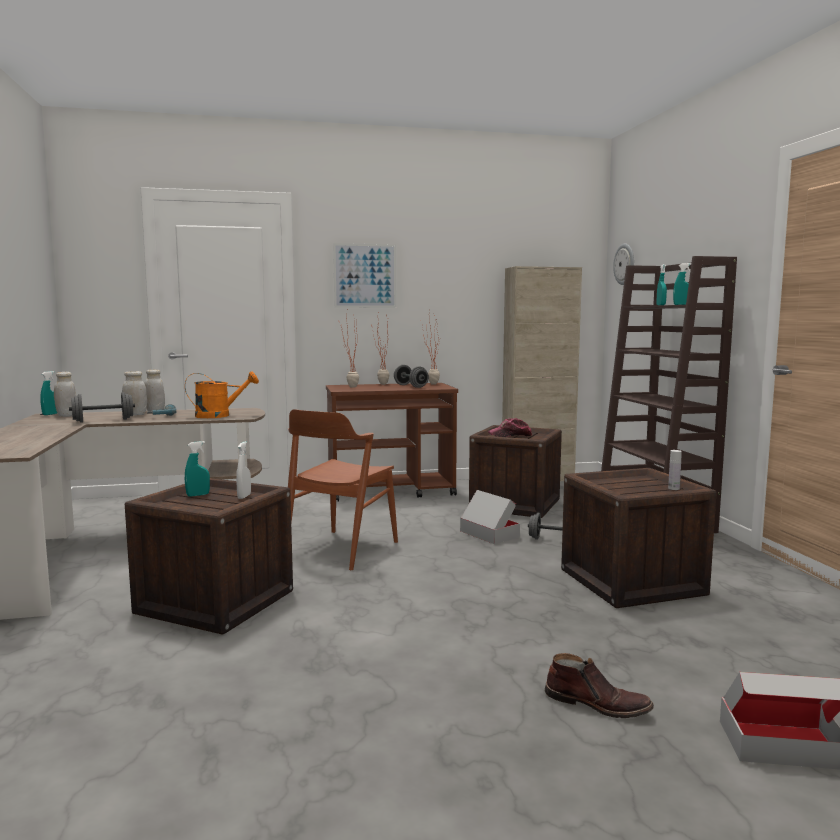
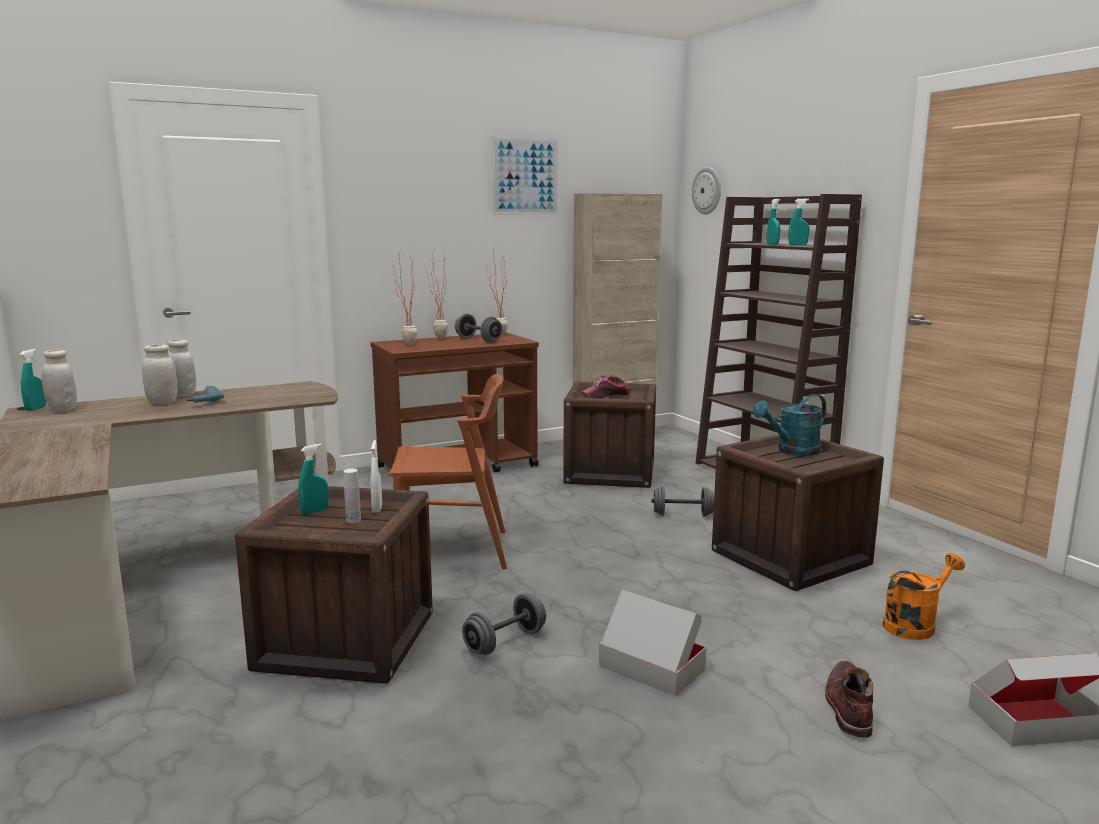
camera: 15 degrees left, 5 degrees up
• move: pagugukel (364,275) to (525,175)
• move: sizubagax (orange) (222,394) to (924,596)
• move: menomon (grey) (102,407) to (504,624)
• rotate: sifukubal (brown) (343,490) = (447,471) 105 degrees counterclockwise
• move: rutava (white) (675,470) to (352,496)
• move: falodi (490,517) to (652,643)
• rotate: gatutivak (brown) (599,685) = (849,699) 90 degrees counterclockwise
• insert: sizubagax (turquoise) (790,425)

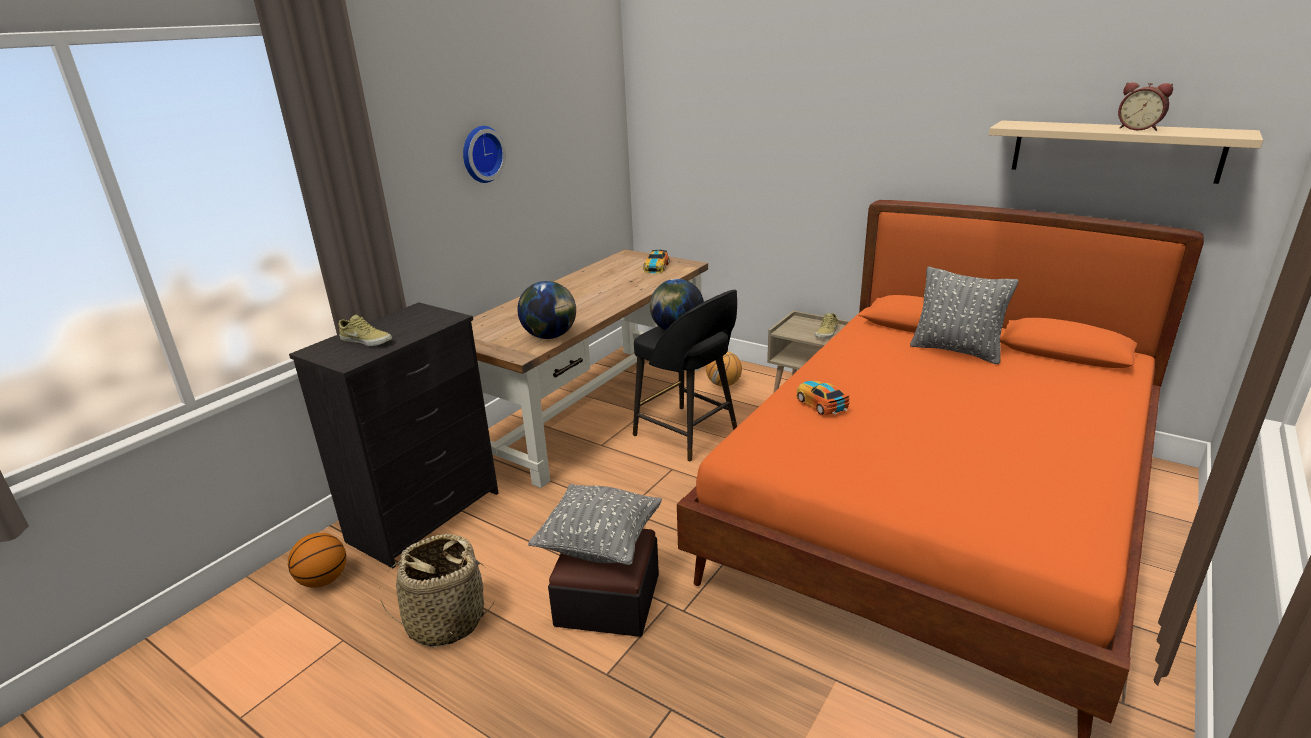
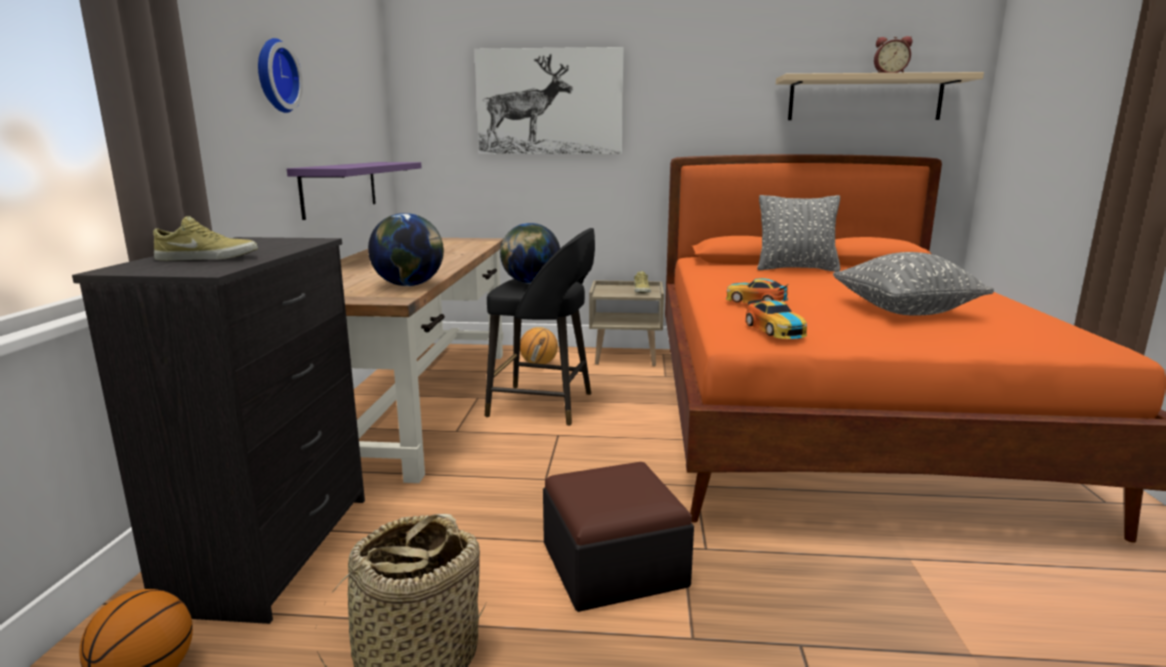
camera: 30 degrees left, 10 degrees down
• move: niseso (656,261) to (776,319)
• move: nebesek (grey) (595,524) to (913,284)
• insert: pagugukel (549,100)
• insert: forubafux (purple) (354,191)

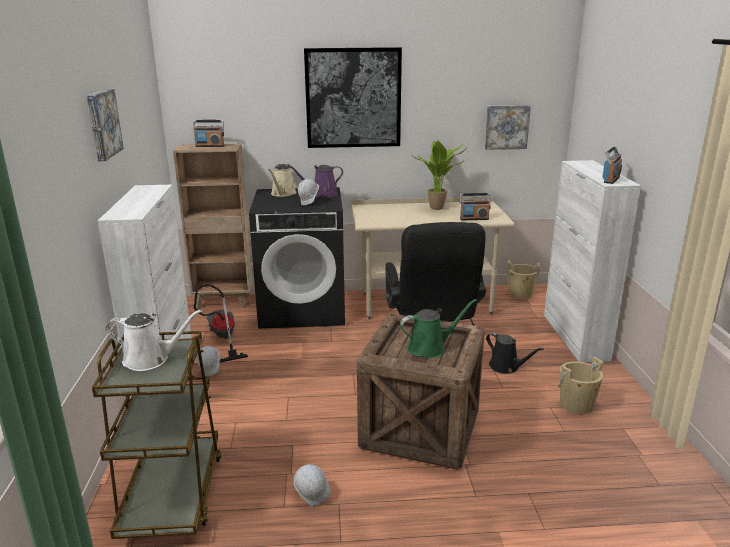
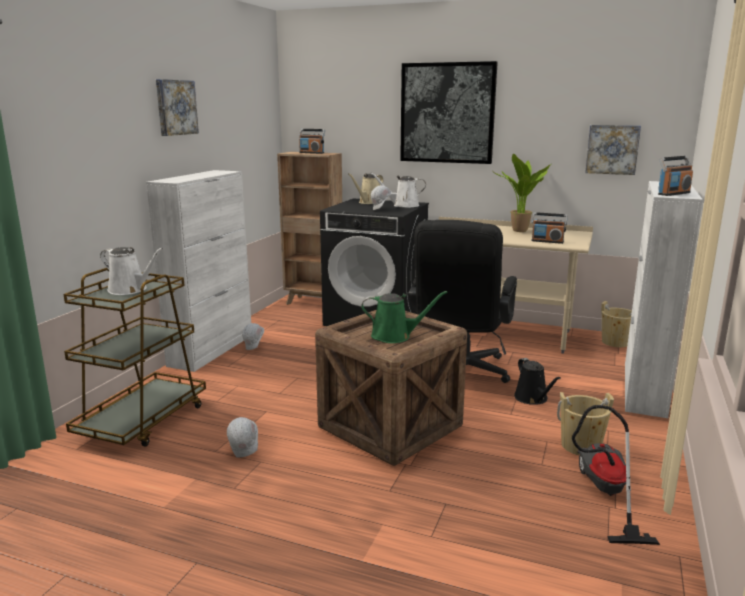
camera: 25 degrees right, 5 degrees down
• recolor: sizubagax (purple) (315,181) to sizubagax (white) (398,190)
• move: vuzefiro (221,323) to (616,475)

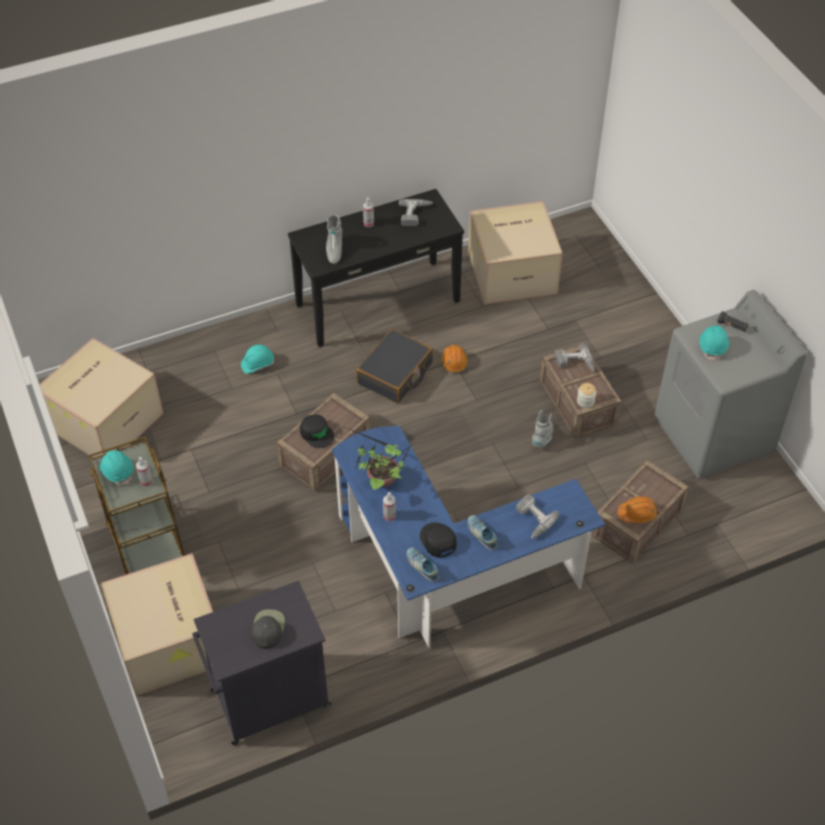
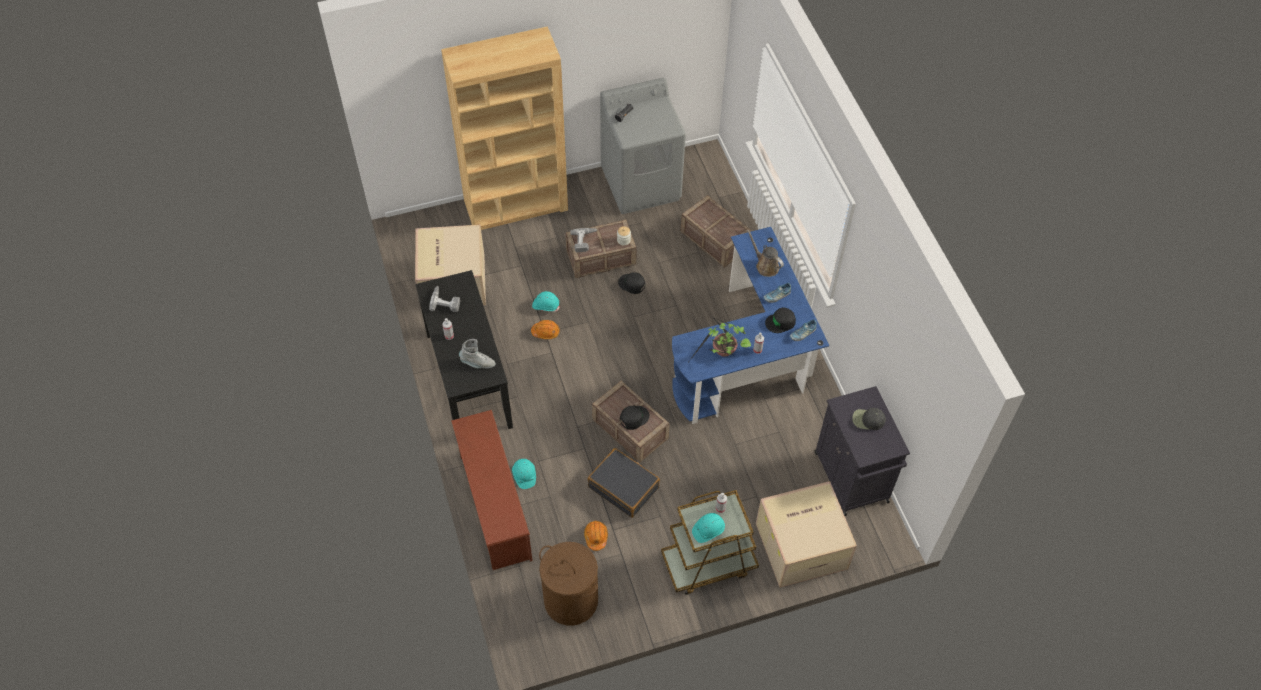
camera: 85 degrees left, 5 degrees up
• move: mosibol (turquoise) (714,344) to (546,301)
• move: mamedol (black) (394,366) to (624,483)
• replace: falodi (102,398) to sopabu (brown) (568,584)
• replace: gatutivak (grey) (542,429) to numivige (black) (631,283)
• replace: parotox (537,516) to sizubagax (brown) (765,253)
• move: mosibol (orange) (637,509) to (596,536)
• insert: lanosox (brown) (504,128)
• insert: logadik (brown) (491,490)

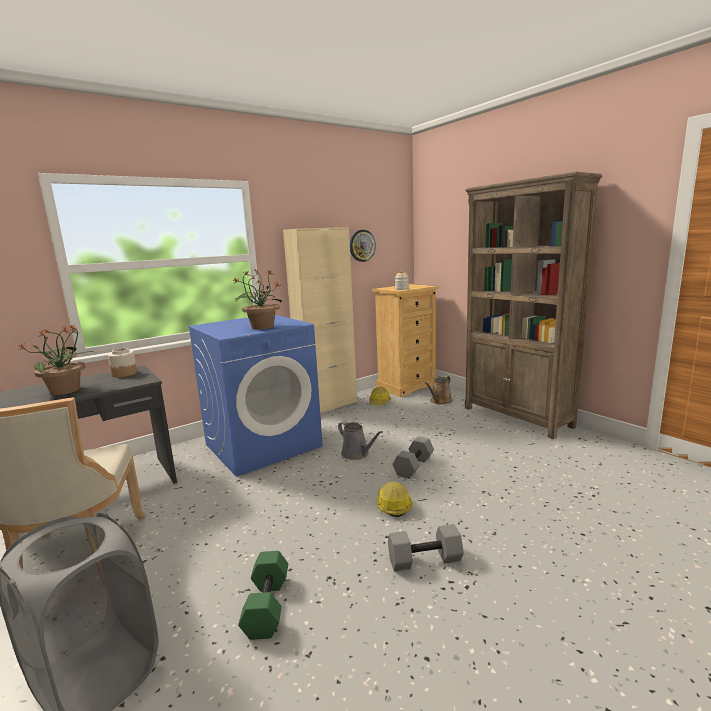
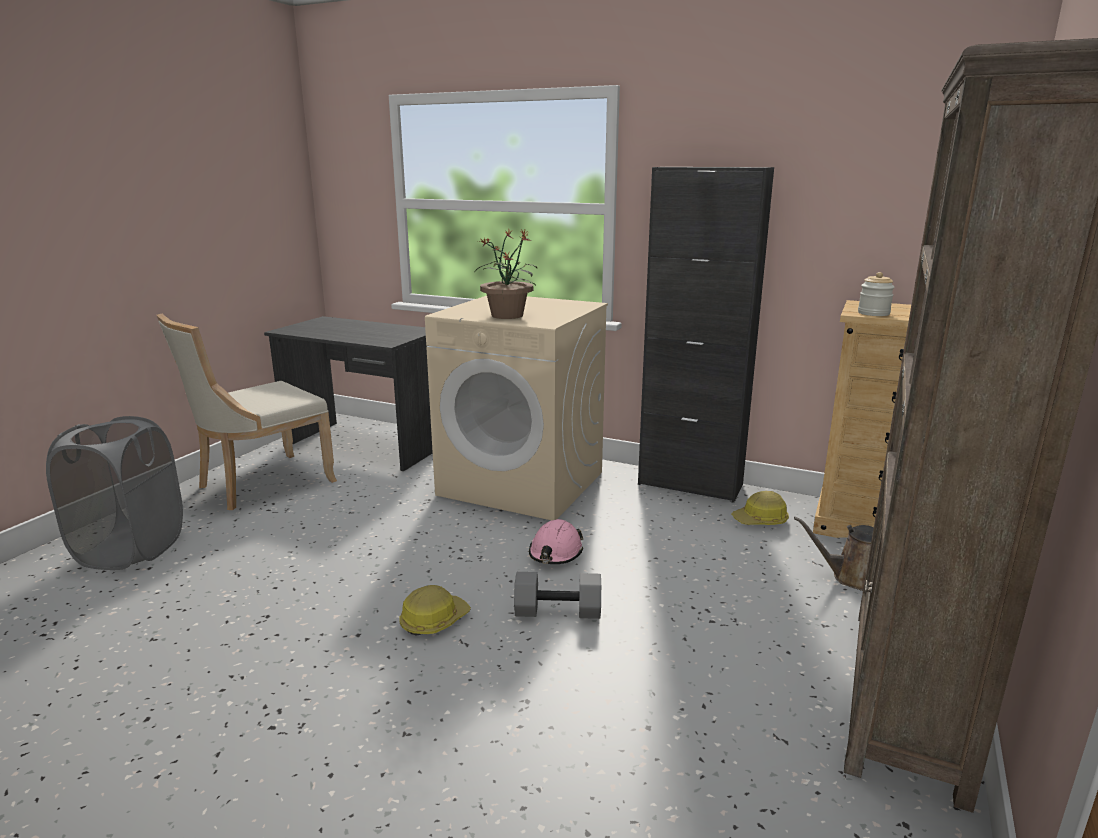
camera: 60 degrees right, 5 degrees up
• recolor: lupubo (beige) (320,320) to lupubo (black) (706,334)
• delete: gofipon (363,246)
• recolor: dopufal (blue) (255,396) to dopufal (beige) (516,408)
• delete: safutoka (57,359)
• delete: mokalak (122,362)
• replace: sizubagax (grey) (360,440) to mosibol (pink) (556,541)
• delete: menomon (grey) (426,548)
• delete: menomon (green) (263,595)

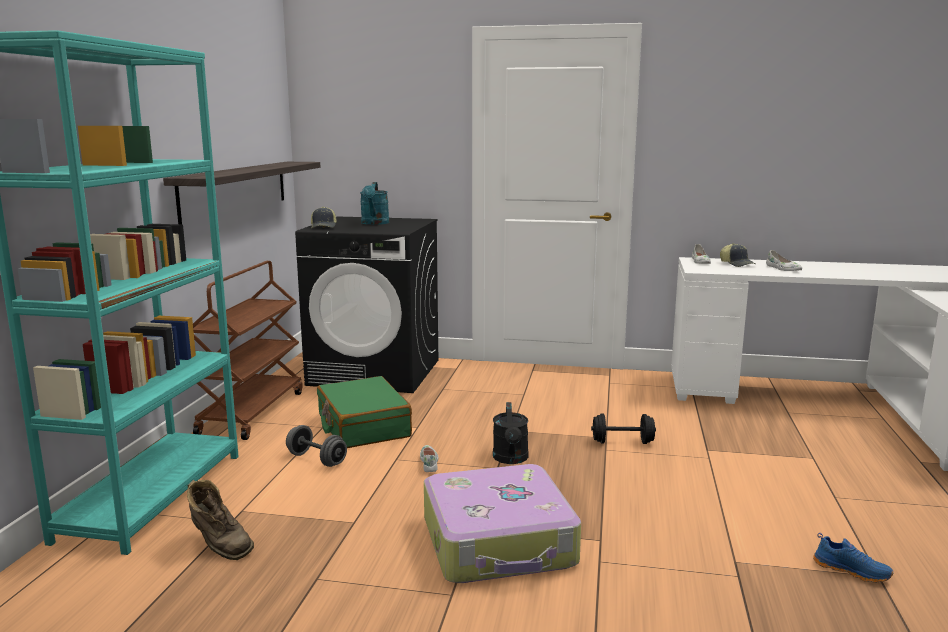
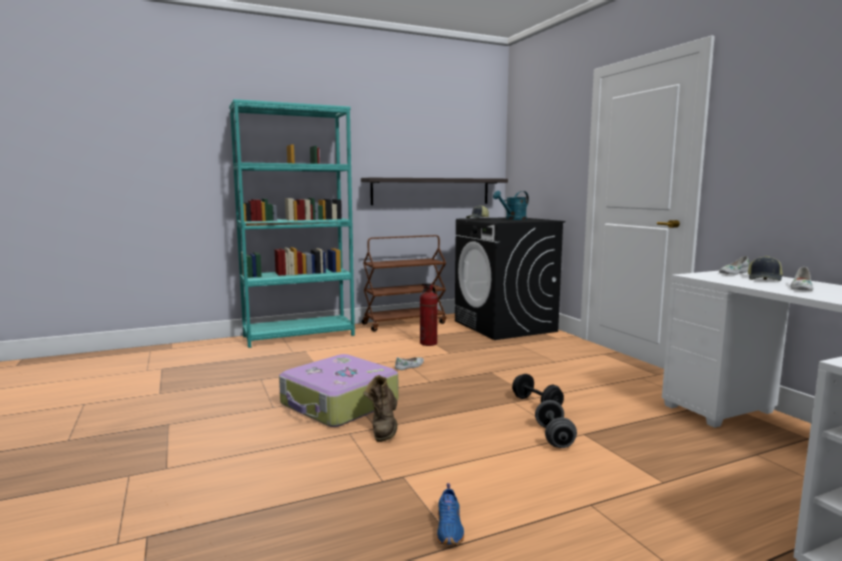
camera: 55 degrees right, 5 degrees down
• replace: mamedol (green) (364,412) to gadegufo (429,315)
• delete: sizubagax (black) (510,433)
• move: menomon (grey) (316,446) to (556,424)
• move: gatutivak (brown) (220,520) to (380,408)

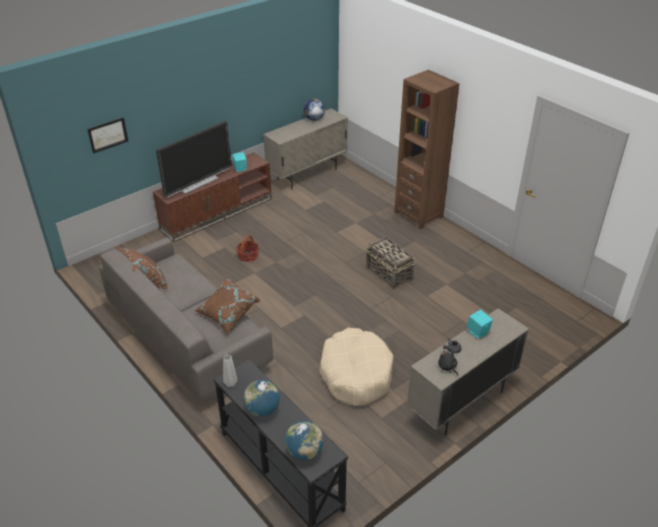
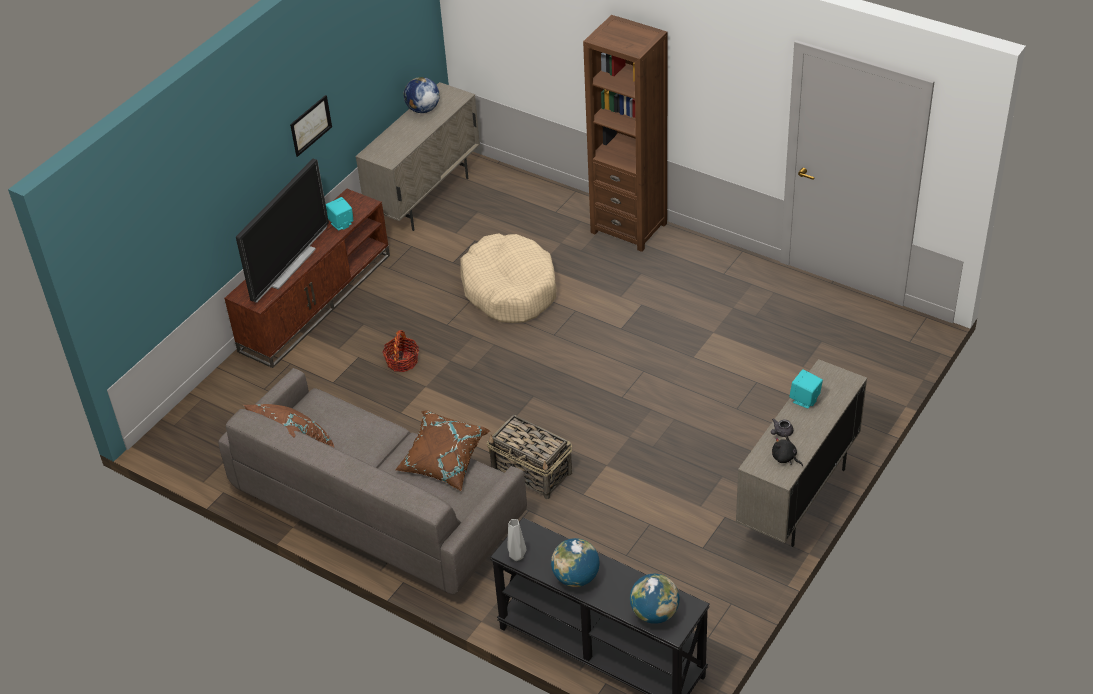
camera: 15 degrees left, 5 degrees up
• move: pagugukel (107,135) to (311,126)
• move: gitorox (391,263) to (529,457)
• move: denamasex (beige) (356,367) to (508,278)

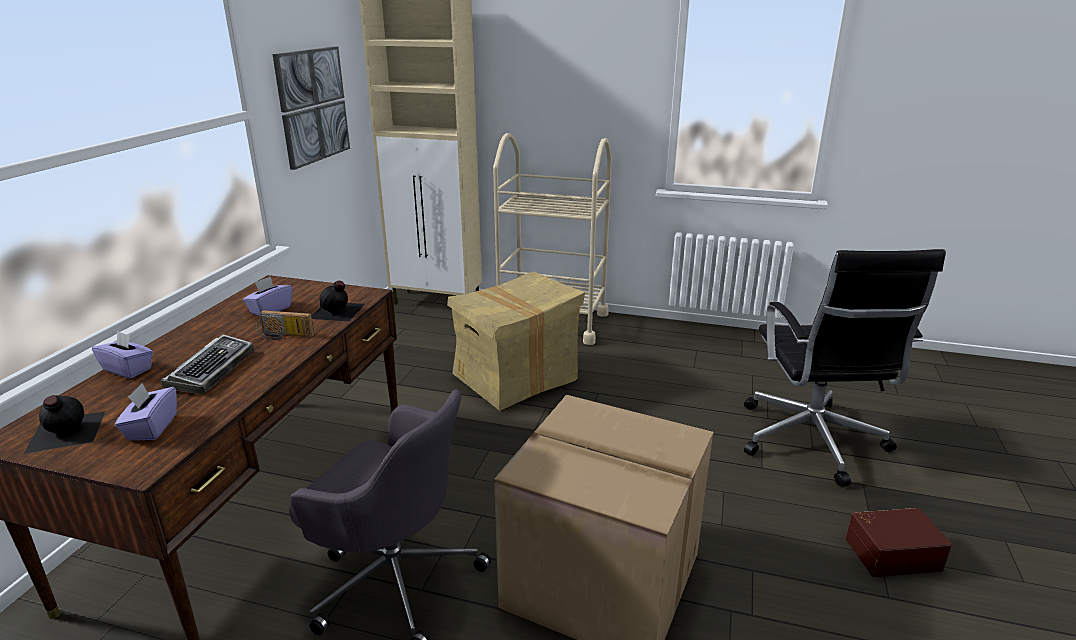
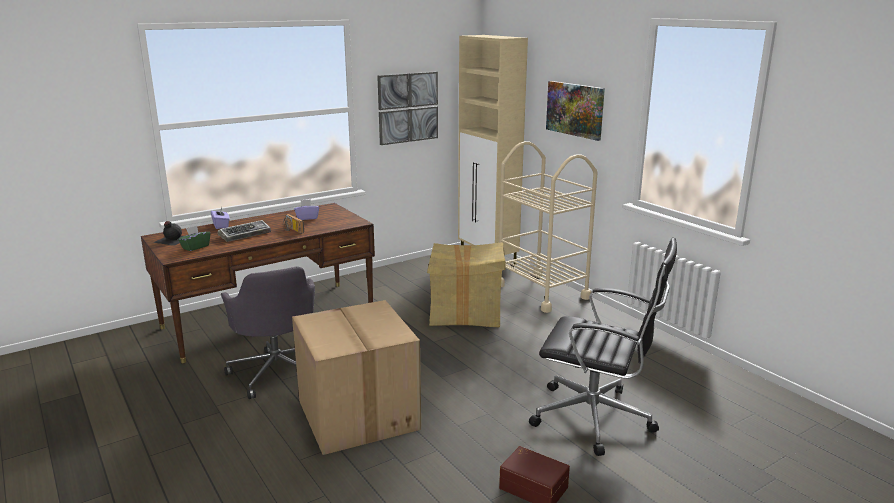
camera: 40 degrees right, 5 degrees down
• rotate: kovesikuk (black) (845,368) = (603,347) 105 degrees counterclockwise
• delete: rutava (black) (338,301)
• recolor: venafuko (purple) (146,411) to venafuko (green) (194,238)
• insert: pagugukel (575,111)

